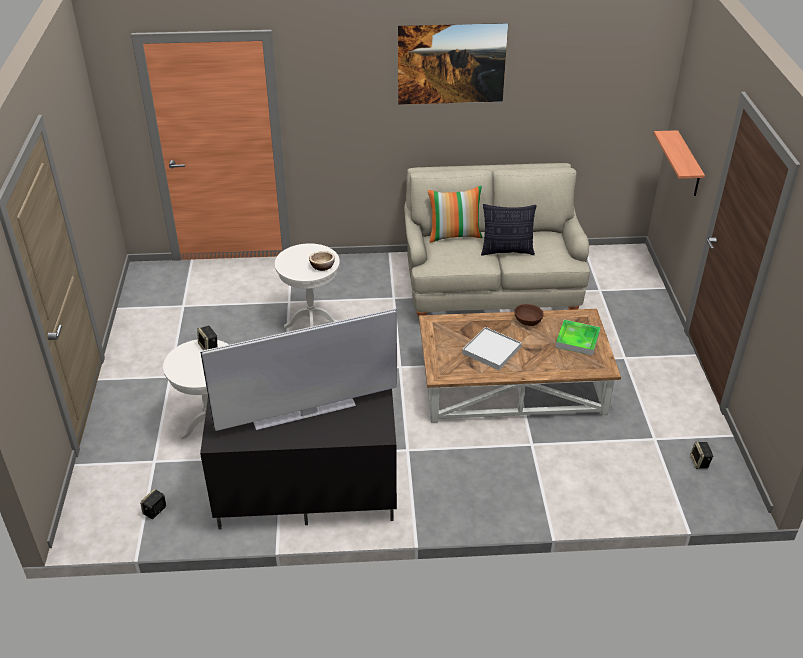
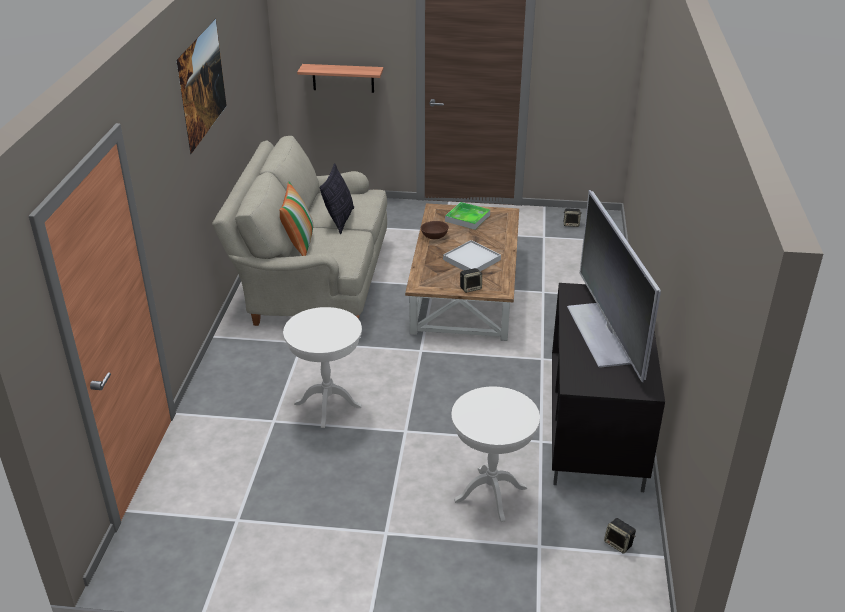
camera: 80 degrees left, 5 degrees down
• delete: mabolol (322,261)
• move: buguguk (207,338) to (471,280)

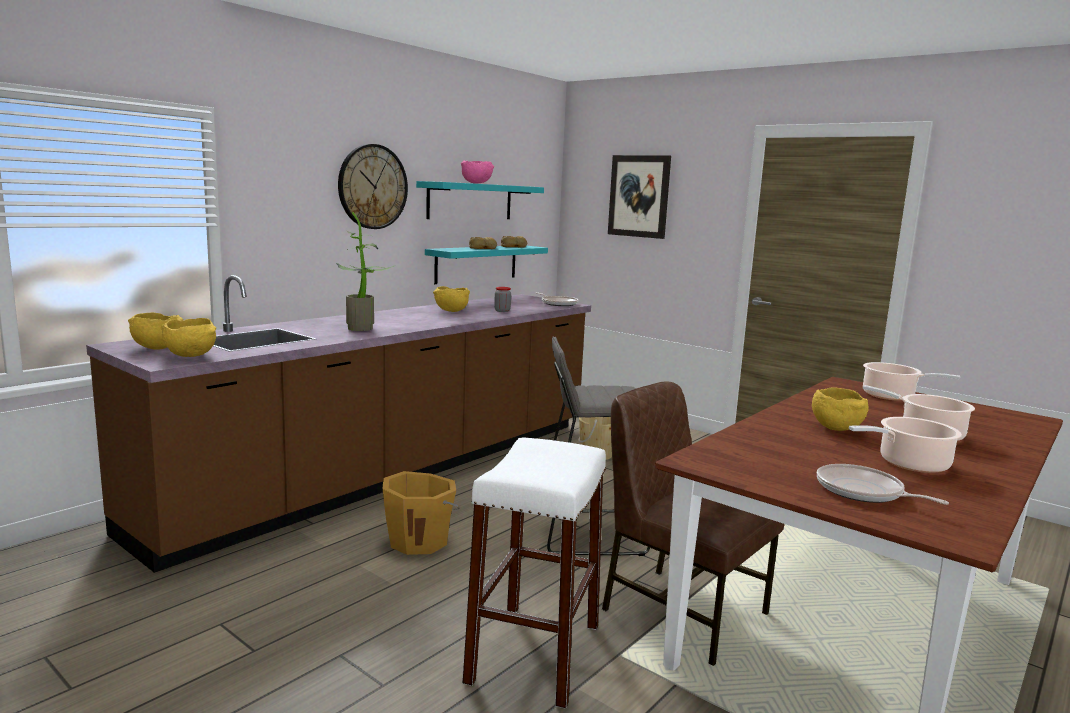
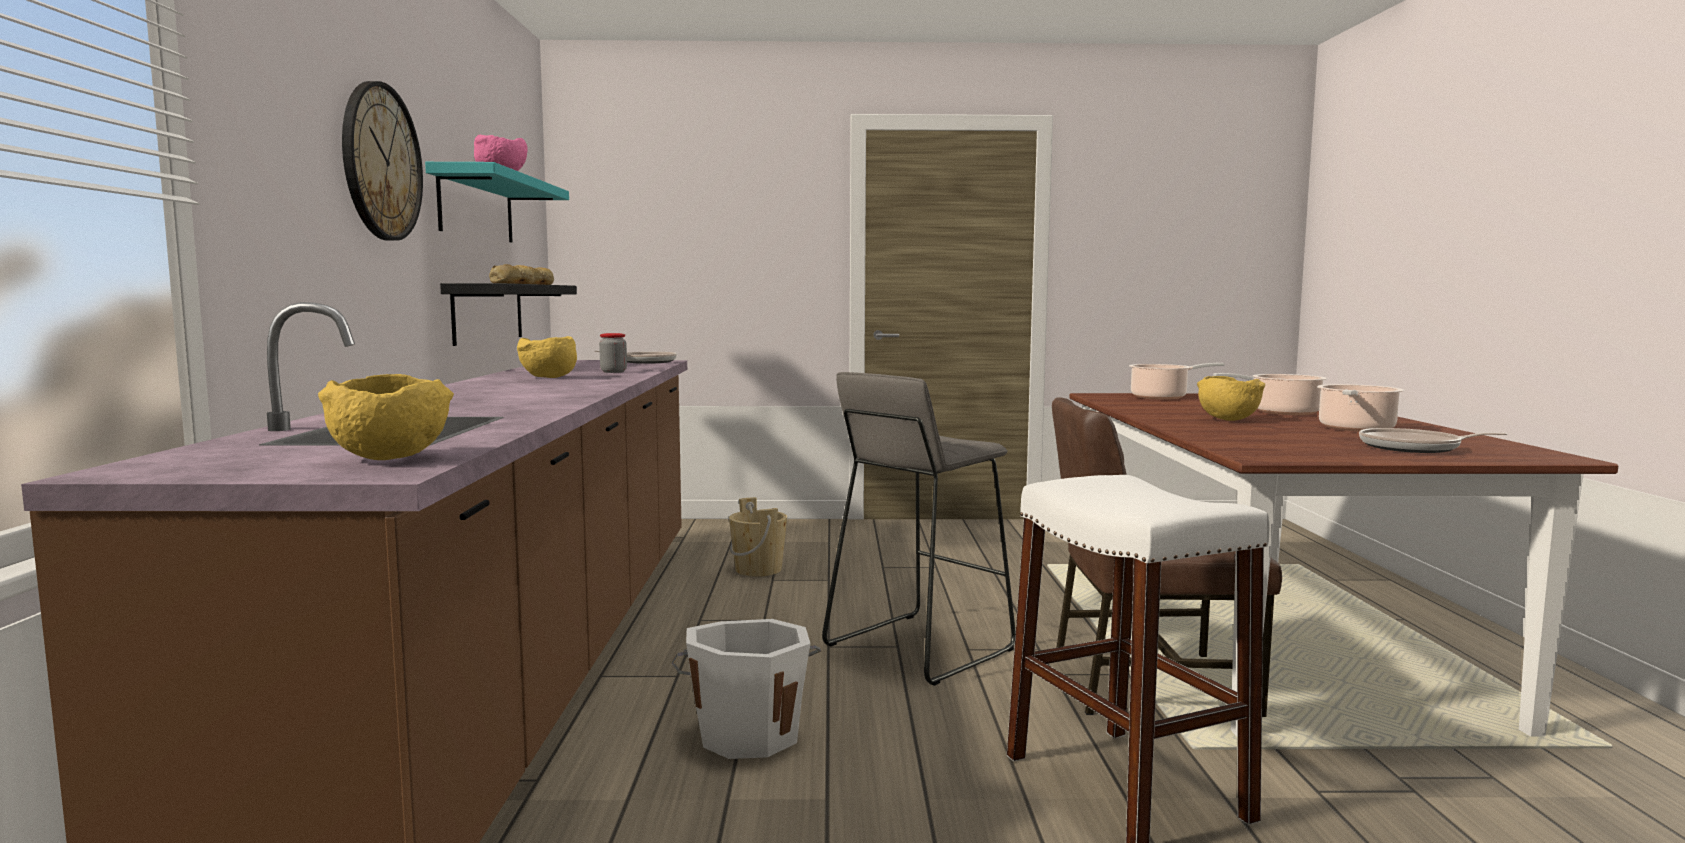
camera: 40 degrees left, 5 degrees down
• delete: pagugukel (639,197)
• delete: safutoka (365,271)
• recolor: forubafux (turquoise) (486,265) to forubafux (black) (508,314)
• delete: mabolol (yellow) (155,331)
• recolor: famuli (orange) (421,513) to famuli (white) (747,689)

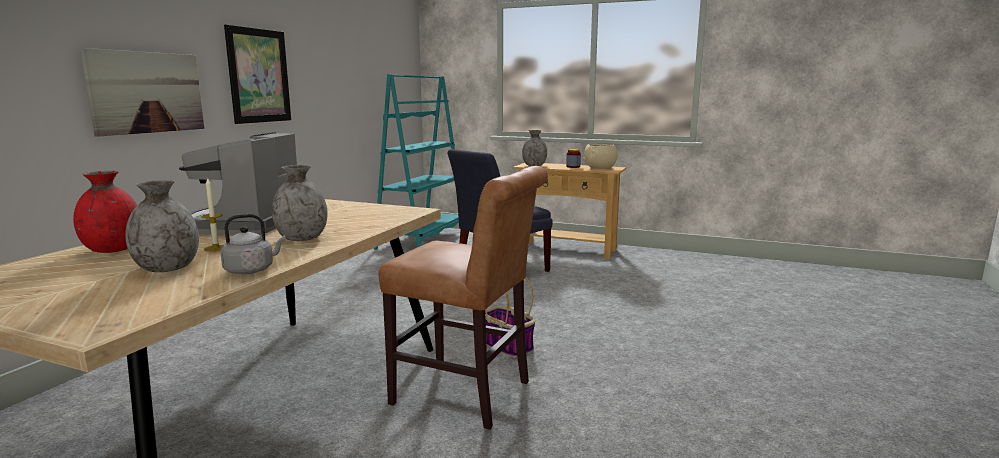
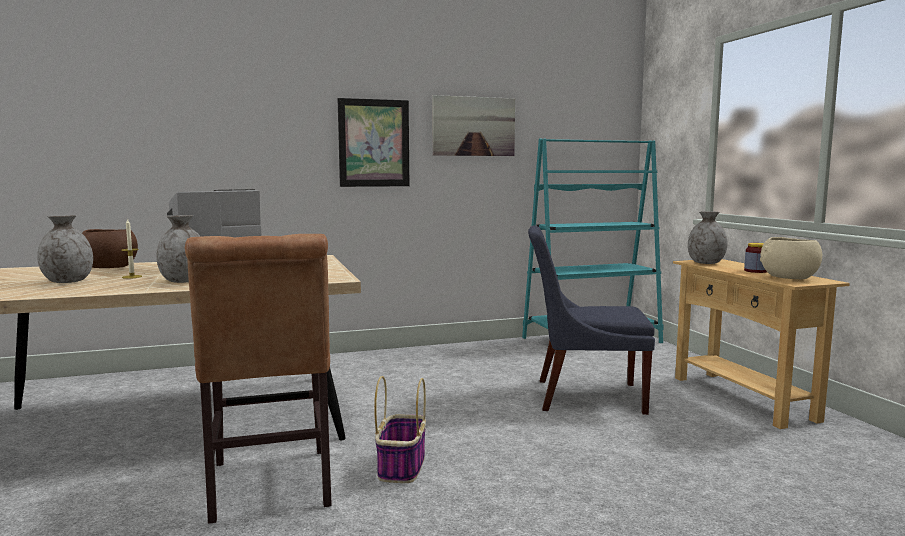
camera: 50 degrees right, 5 degrees down
• move: pagugukel (142,92) to (473,125)
• replace: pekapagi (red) (105,212) to mabolol (brown) (110,248)
• delete: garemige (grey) (253,244)

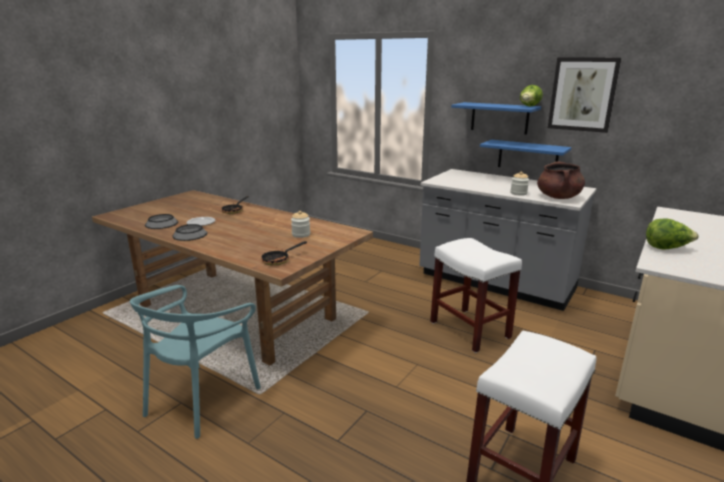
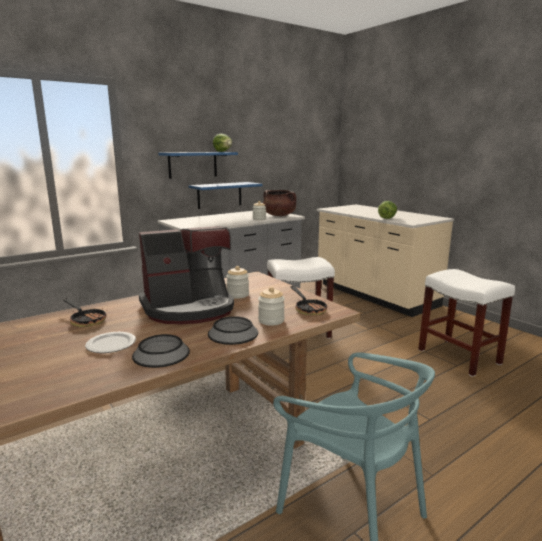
camera: 70 degrees left, 5 degrees down
• delete: pagugukel (584,95)
• move: mabolol (161,221) to (233,330)
• insert: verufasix (186,275)
• insert: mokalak (271,306)

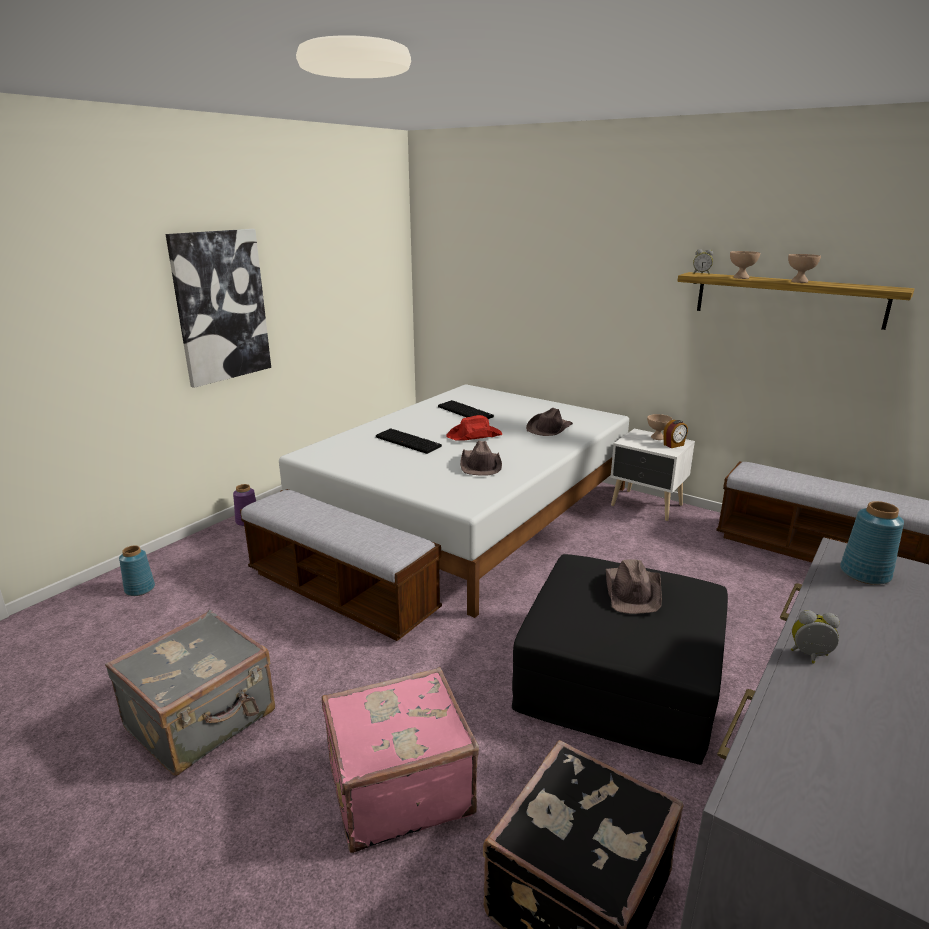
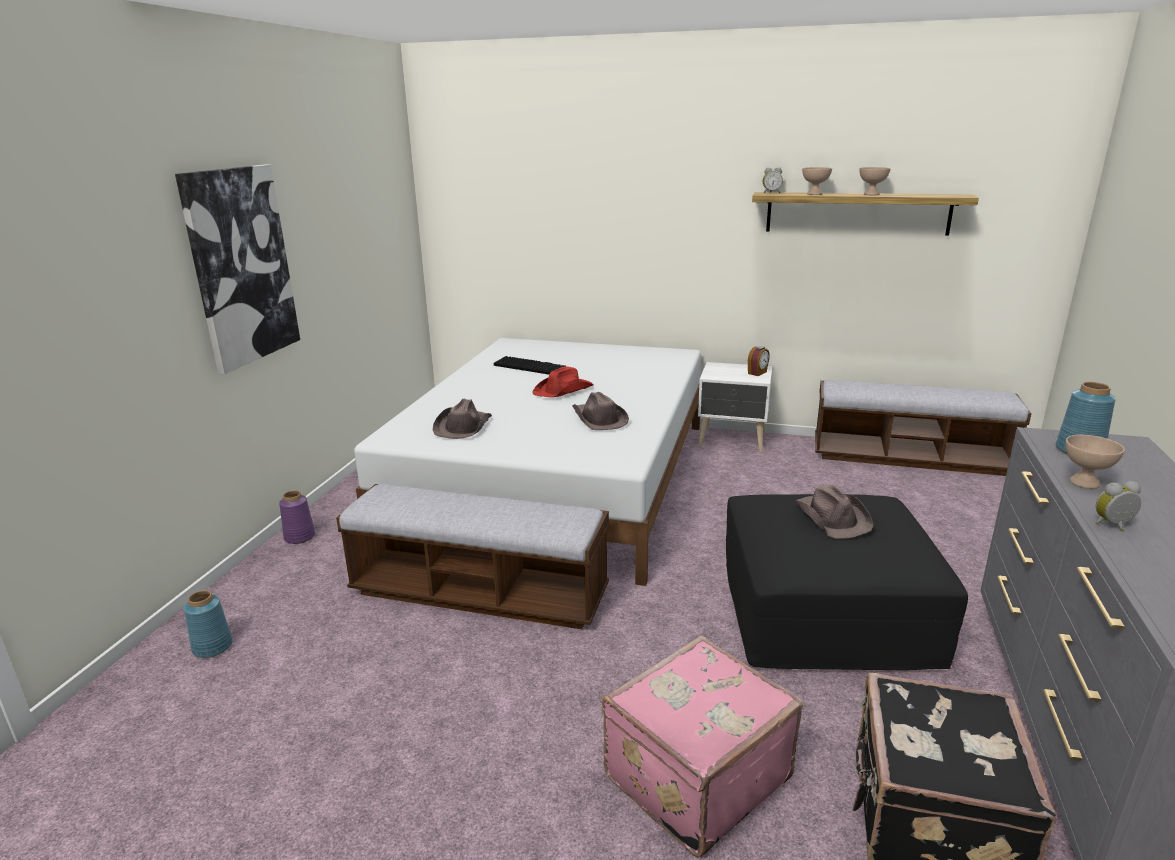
camera: 20 degrees left, 0 degrees up
• move: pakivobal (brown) (549,422) to (462,419)
• move: mabolol (beige) (660,427) to (1095,462)
• delete: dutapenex (409,441)
• delete: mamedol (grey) (190,693)

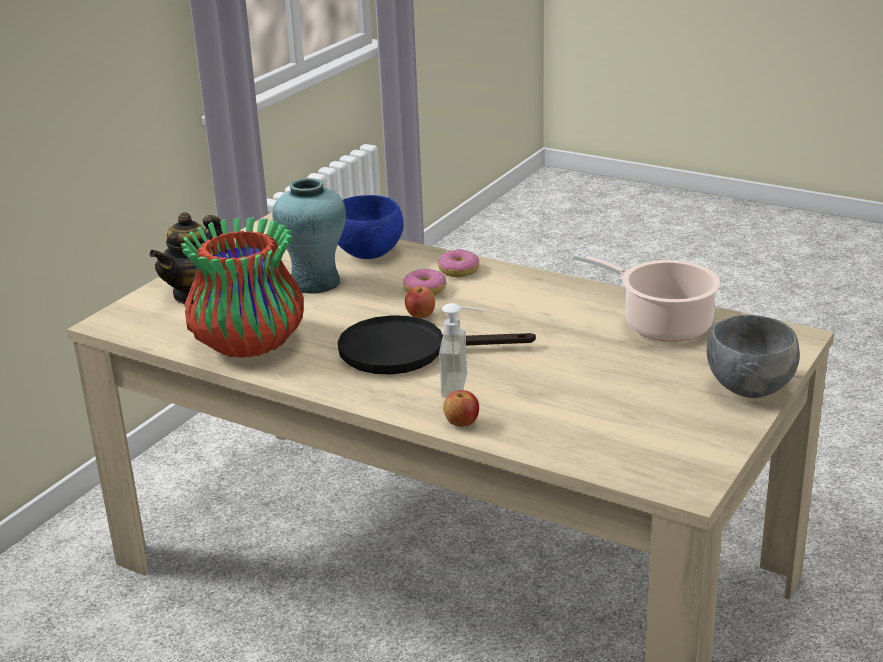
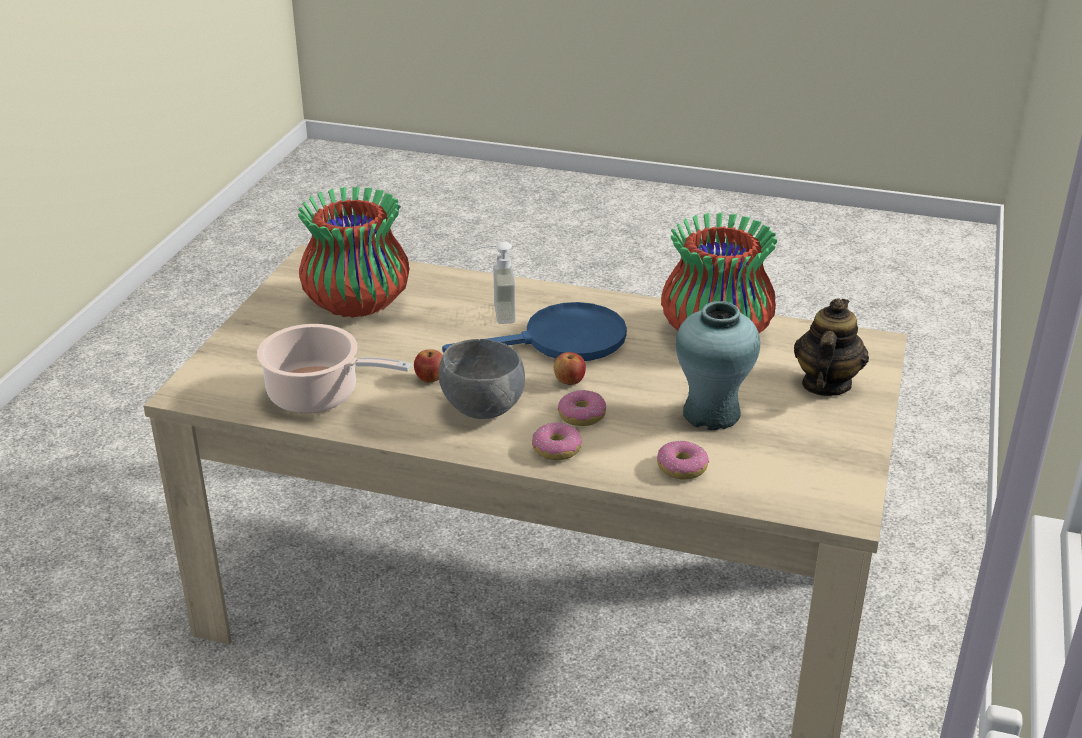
camera: 165 degrees right, 5 degrees up
• replace: mabolol (blue) (370,227) to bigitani (683,460)
• recolor: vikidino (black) (437,345) to vikidino (blue) (534,331)
• move: mabolol (grey) (753,356) to (482,379)
• move: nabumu (461,408) to (428,366)
• insert: pekapagi (354,252)

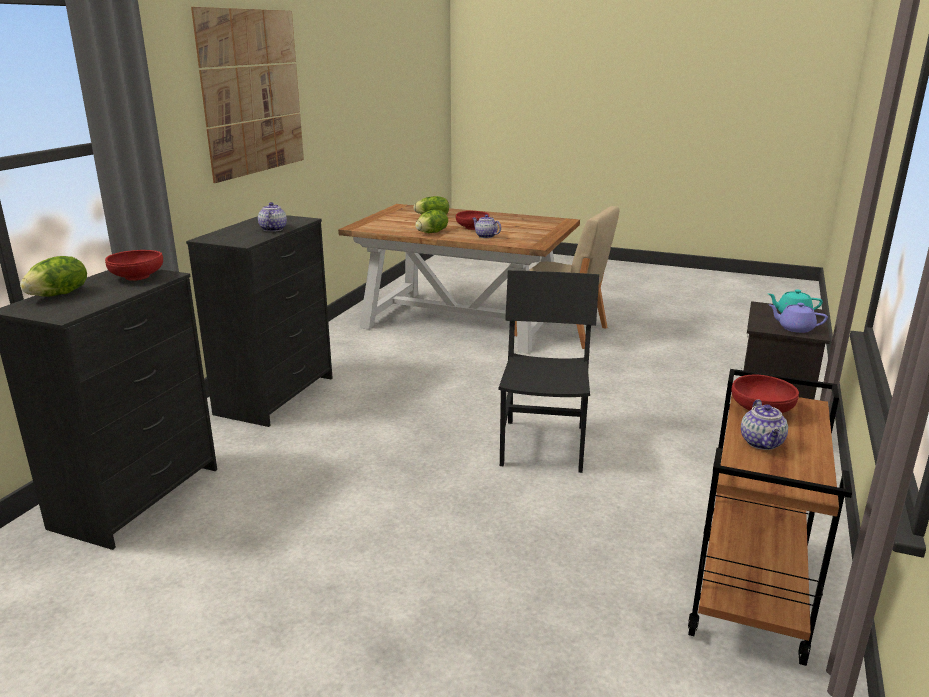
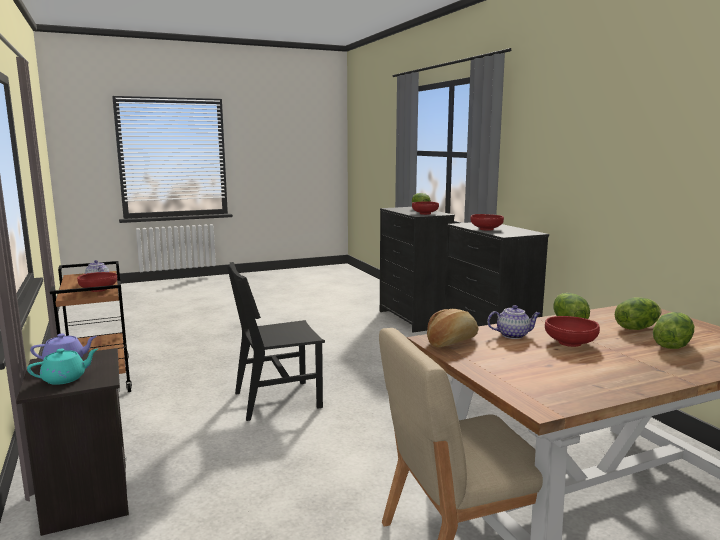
camera: 135 degrees right, 10 degrees down
• delete: pagugukel (247,95)
• replace: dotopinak (272,217) to mabolol (red) (487,222)
• rotate: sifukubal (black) (548,371) = (276,341) 105 degrees clockwise
• insert: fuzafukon (638,314)
• insert: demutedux (453,328)

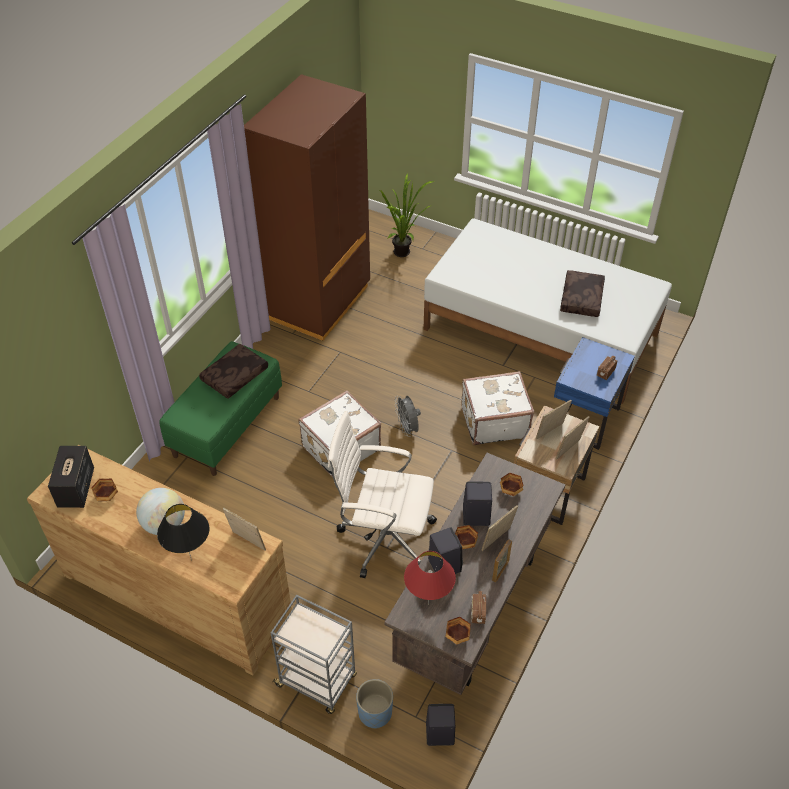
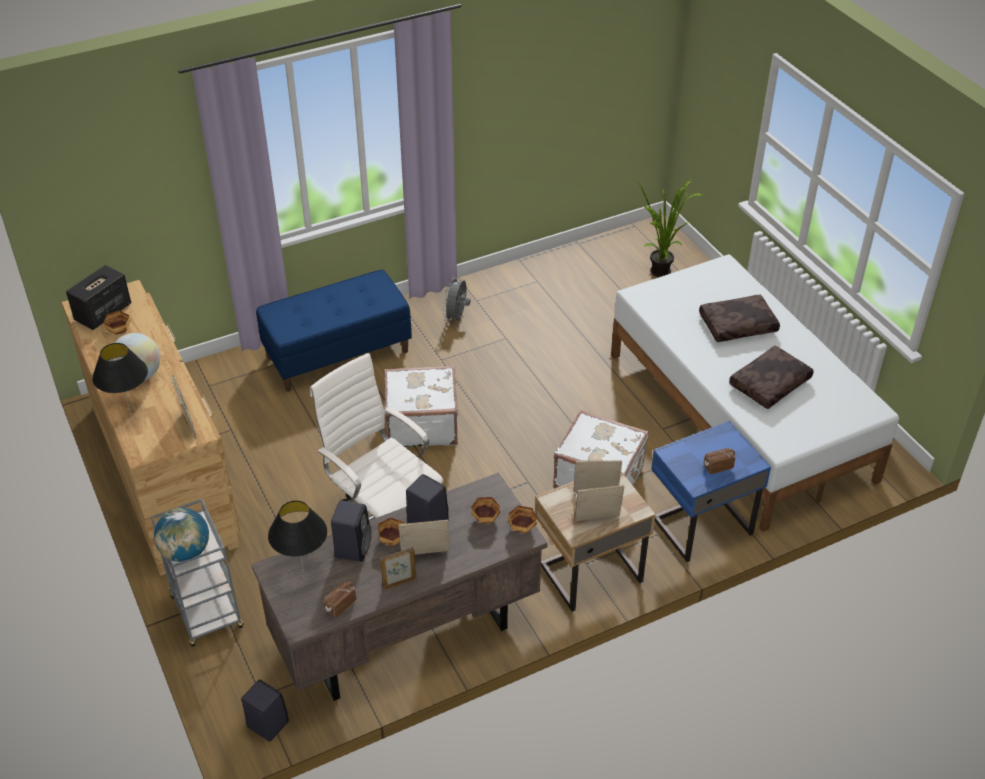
camera: 35 degrees right, 5 degrees down
• delete: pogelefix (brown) (307,207)
• recolor: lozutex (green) (220,408) to lozutex (blue) (334,331)
• move: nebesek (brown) (233,371) to (739,318)
• move: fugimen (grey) (408,416) to (456,299)
• recolor: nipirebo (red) (430,578) to nipirebo (black) (297,536)
• move: mabolol (458,631) to (522,519)
• delete: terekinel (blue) (374,704)
• insert: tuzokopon (181,535)

